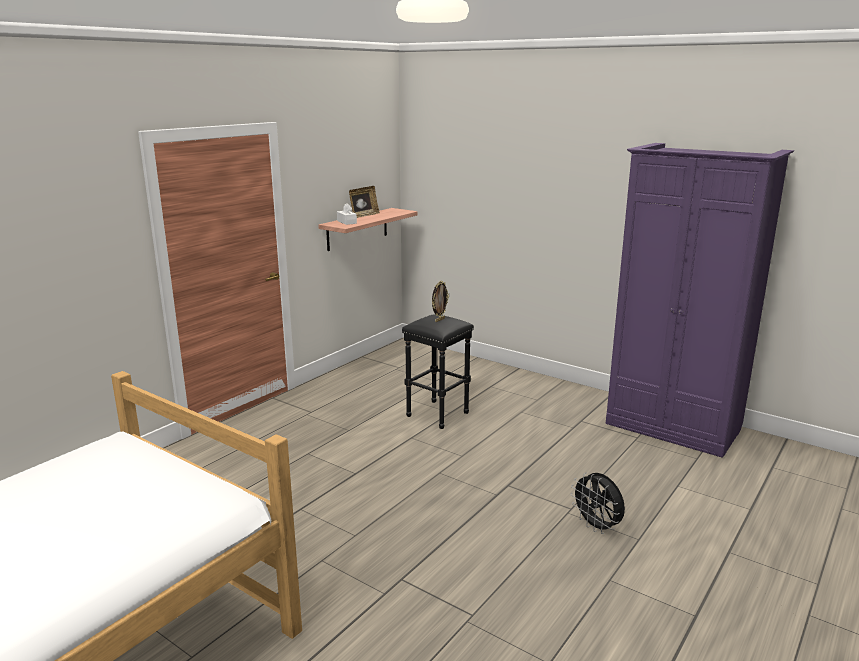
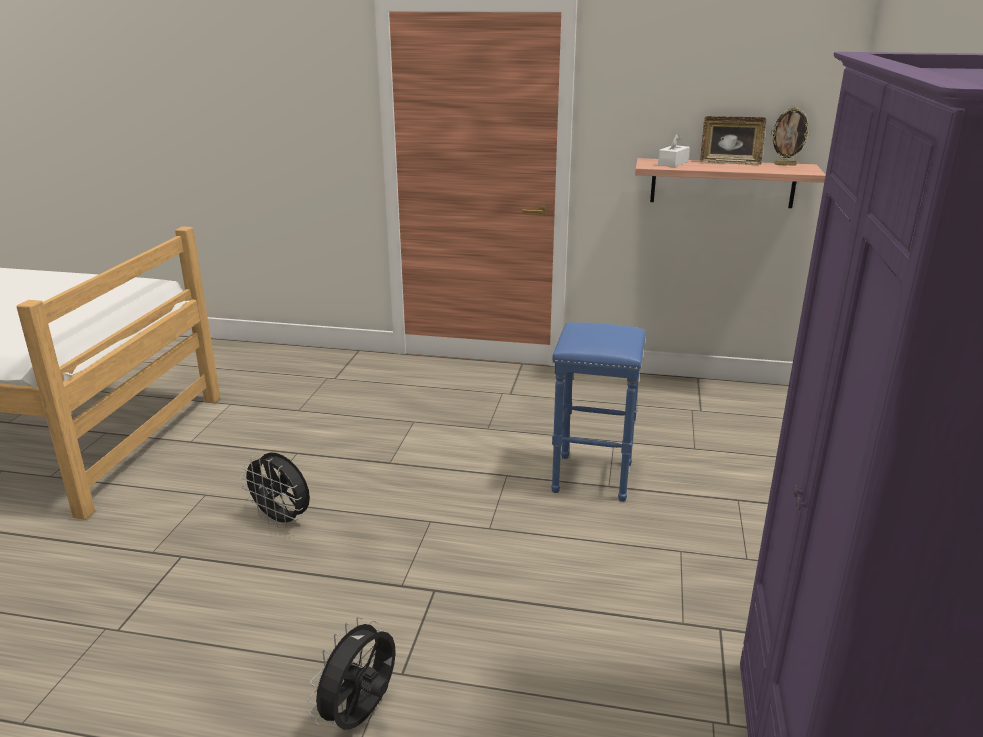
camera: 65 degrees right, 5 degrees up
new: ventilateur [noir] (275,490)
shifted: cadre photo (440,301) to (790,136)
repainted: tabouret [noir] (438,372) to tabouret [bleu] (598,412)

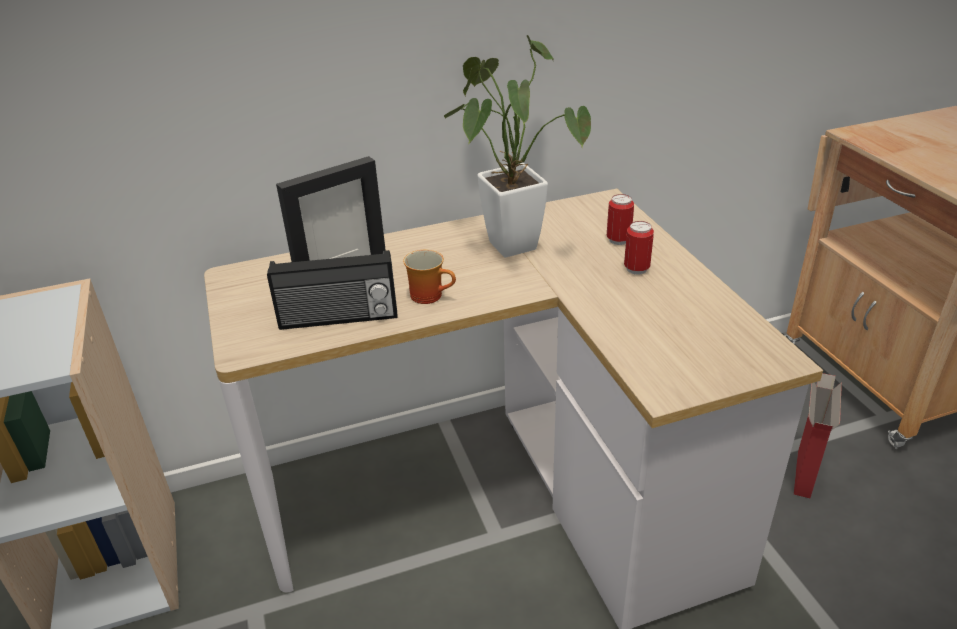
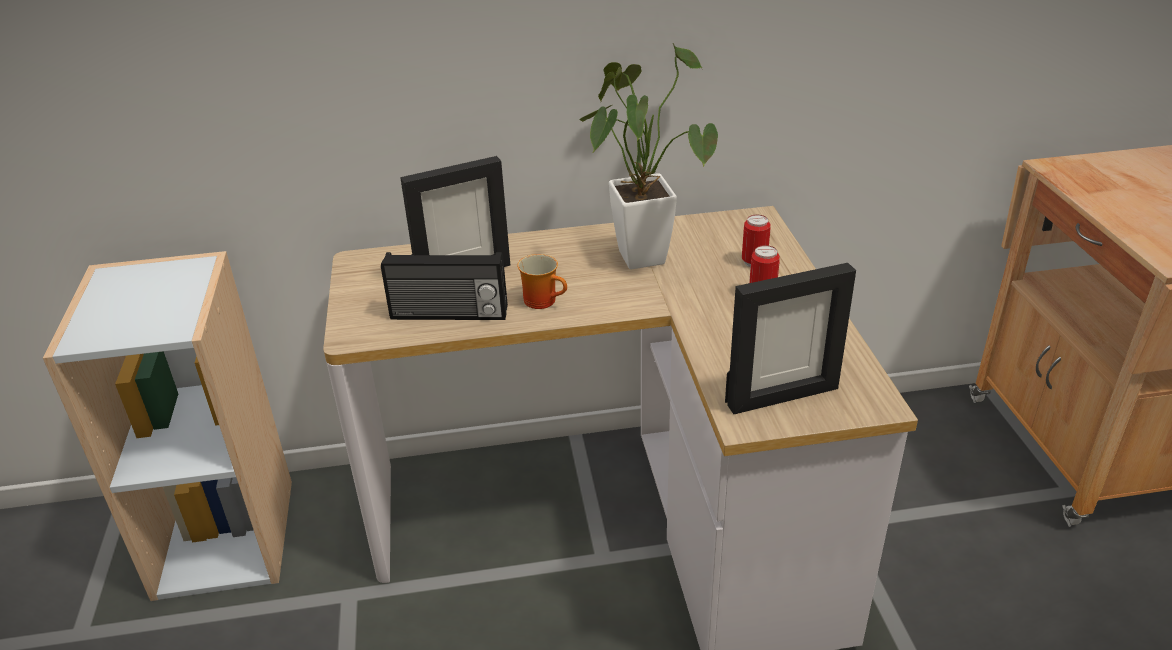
camera: 10 degrees right, 0 degrees up
gone: carton (818,435)
new: cadre photo (790,338)

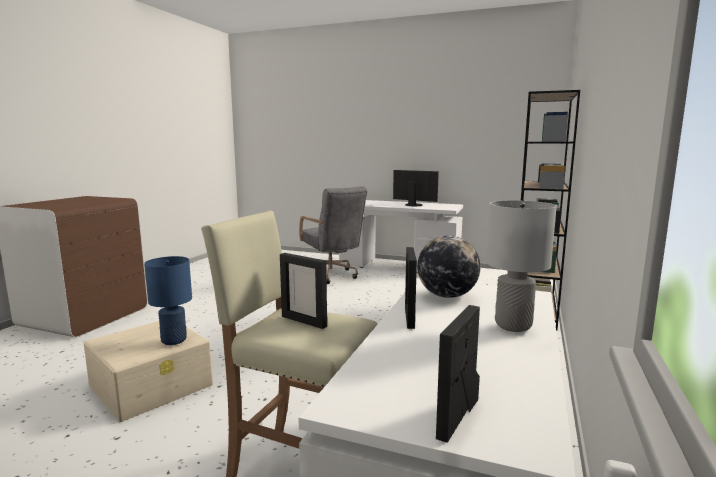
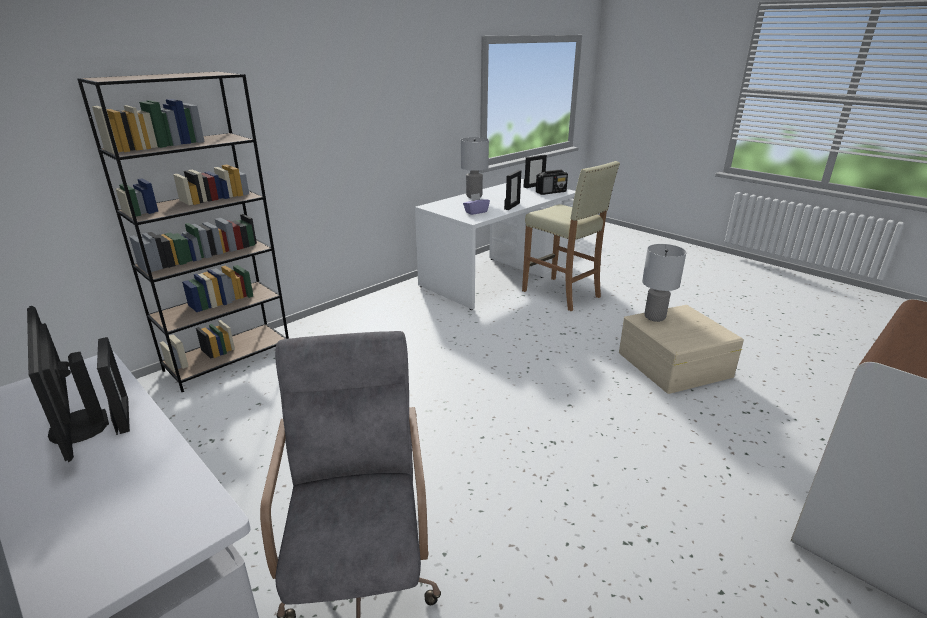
camera: 155 degrees left, 15 degrees up
new: radio (552,182)
shifted: cadre photo (303,291) to (113,386)
swapped: globe (449,266) to boîte à mouchoirs [violet] (476,204)
repainted: lampe de table [bleu] (168,300) to lampe de table [gris] (664,283)

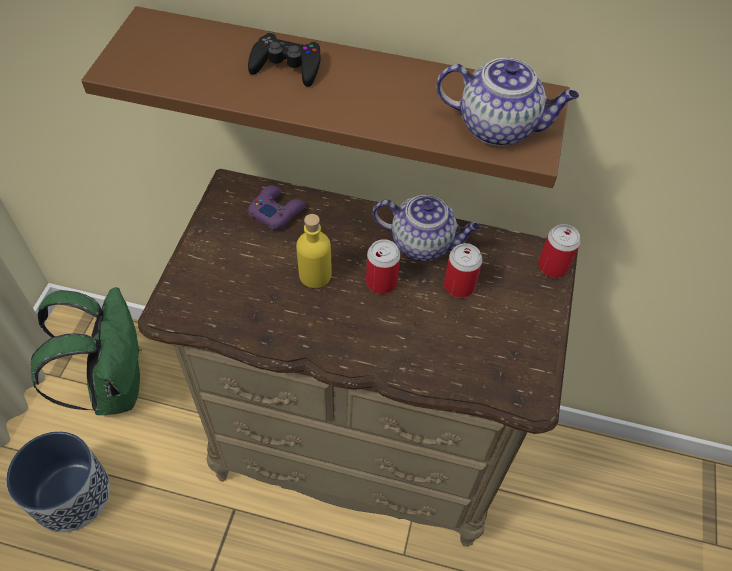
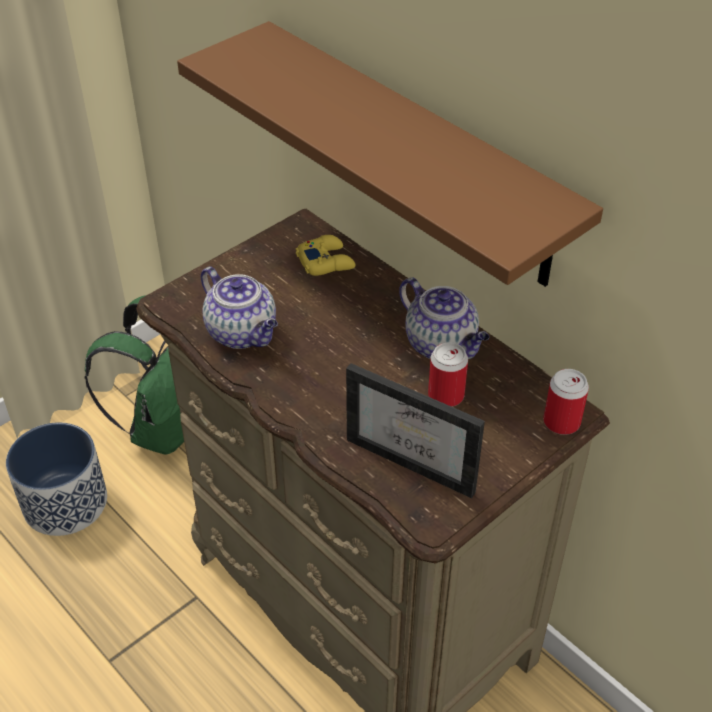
camera: 35 degrees right, 10 degrees down
gone: manette [noir] (284,59); bouteille [jaune] (314,251); boîte métallique (383,266)
new: cadre photo (415,430)
shifted: théière (507,102) to (239,308)
repainted: manette [violet] (276,207) to manette [jaune] (326,255)

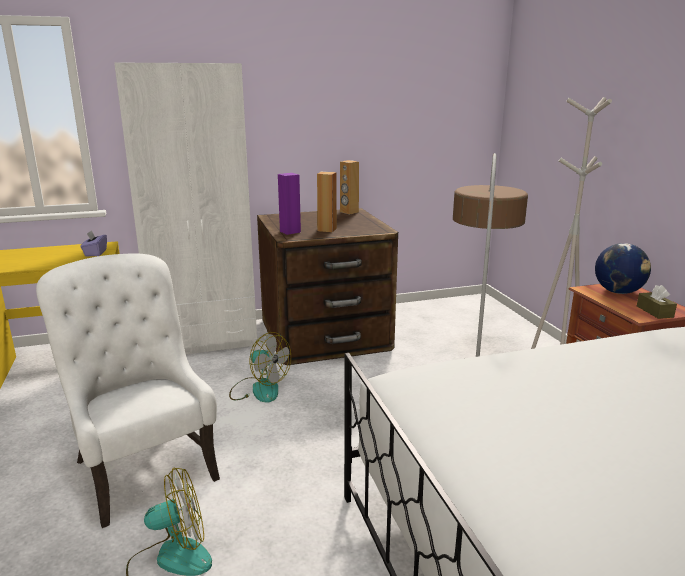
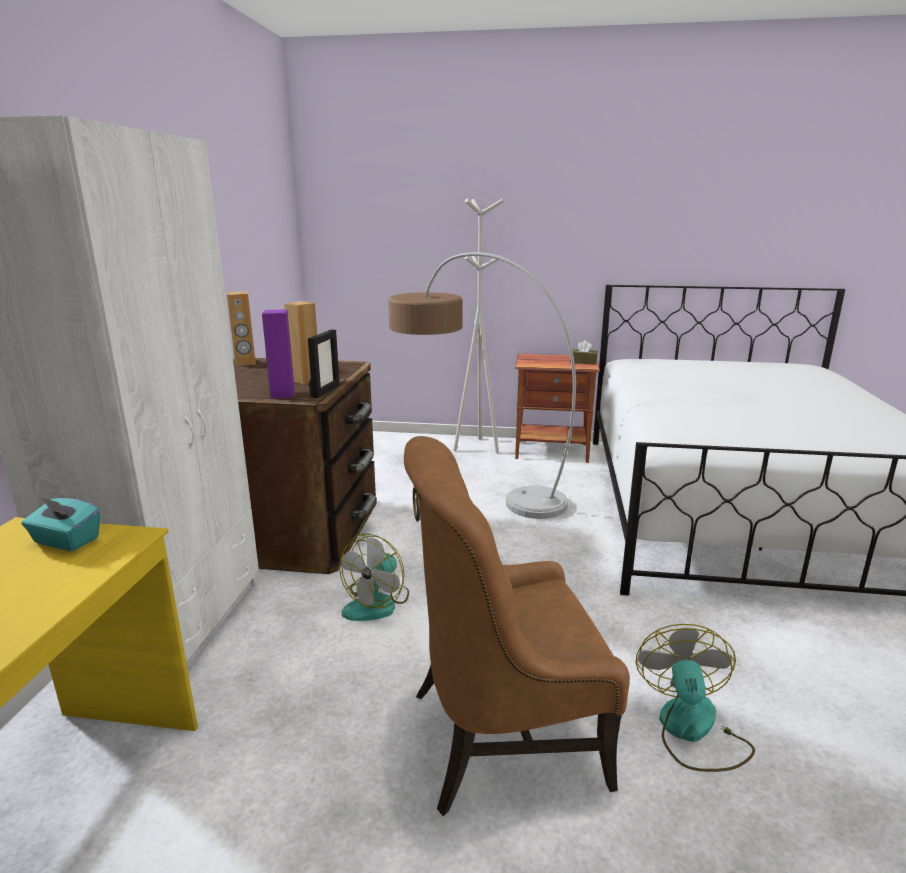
camera: 65 degrees left, 0 degrees up
gone: globe (623,268)
new: cadre photo (324,364)
repainted: chaise [blanc] (128,390) to chaise [marron] (517,626); boîte à mouchoirs [violet] (93,243) to boîte à mouchoirs [turquoise] (60,524)
rotated: ventilateur (260,367) = (374,577) 150 degrees clockwise

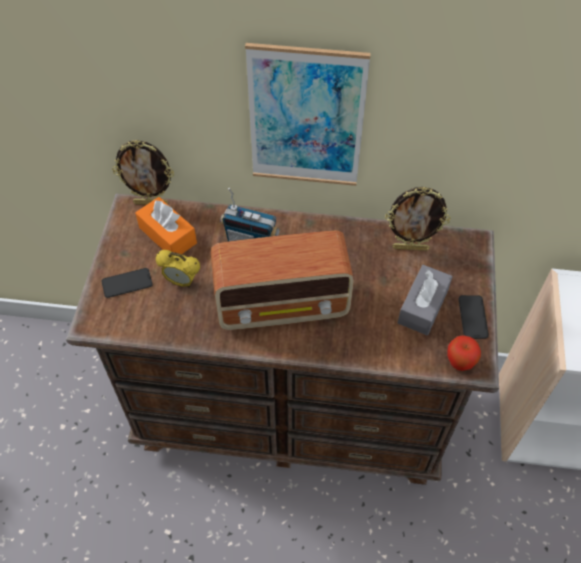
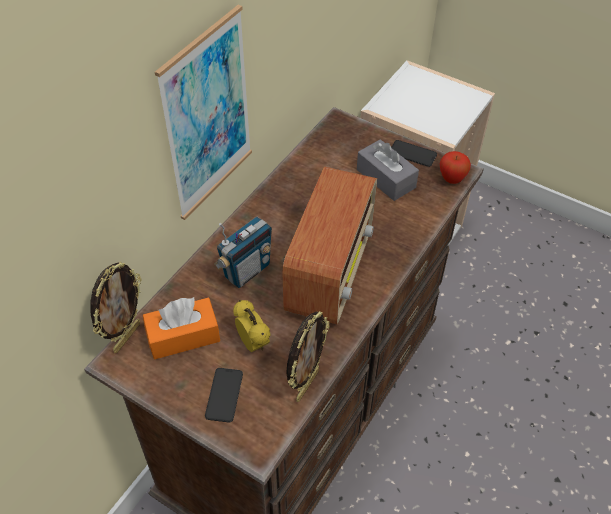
camera: 65 degrees left, 5 degrees down
shifted: cadre photo (418,219) to (308,356)
rotated: réveil (178,269) = (252,326) 75 degrees counterclockwise

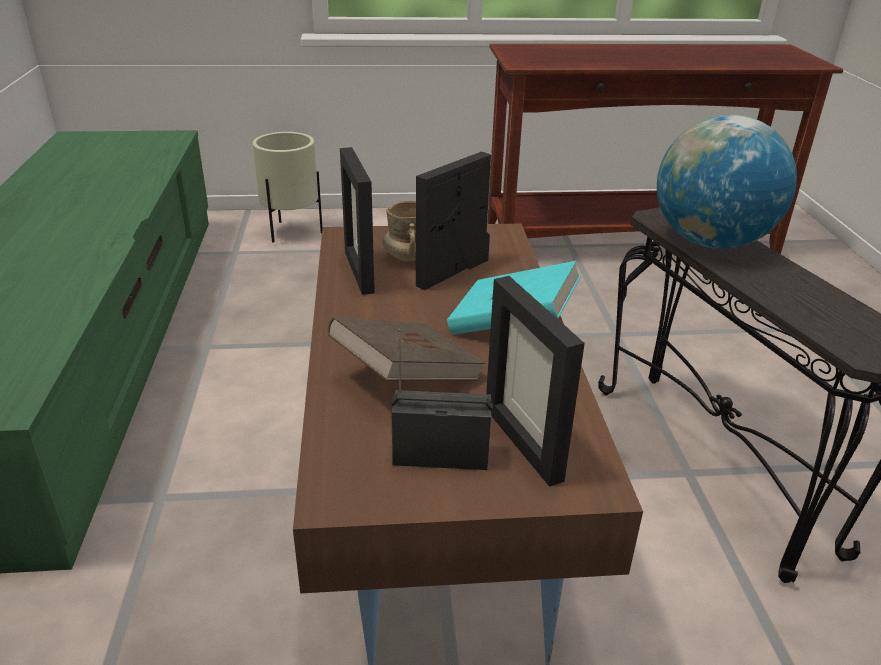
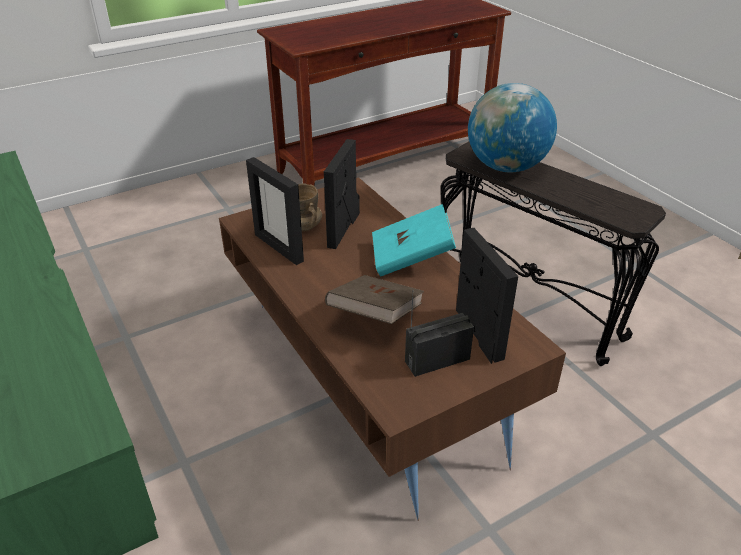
camera: 25 degrees left, 5 degrees up
gone: cache-pot [beige] (287,187)
rotated: cadre photo (535,381) = (487,296) 150 degrees counterclockwise

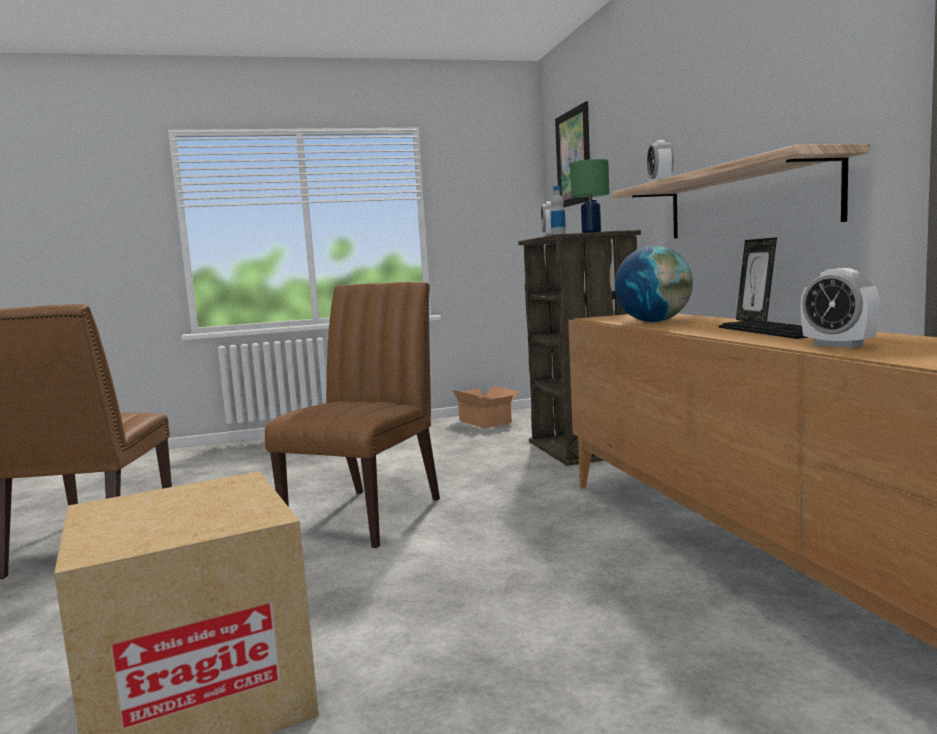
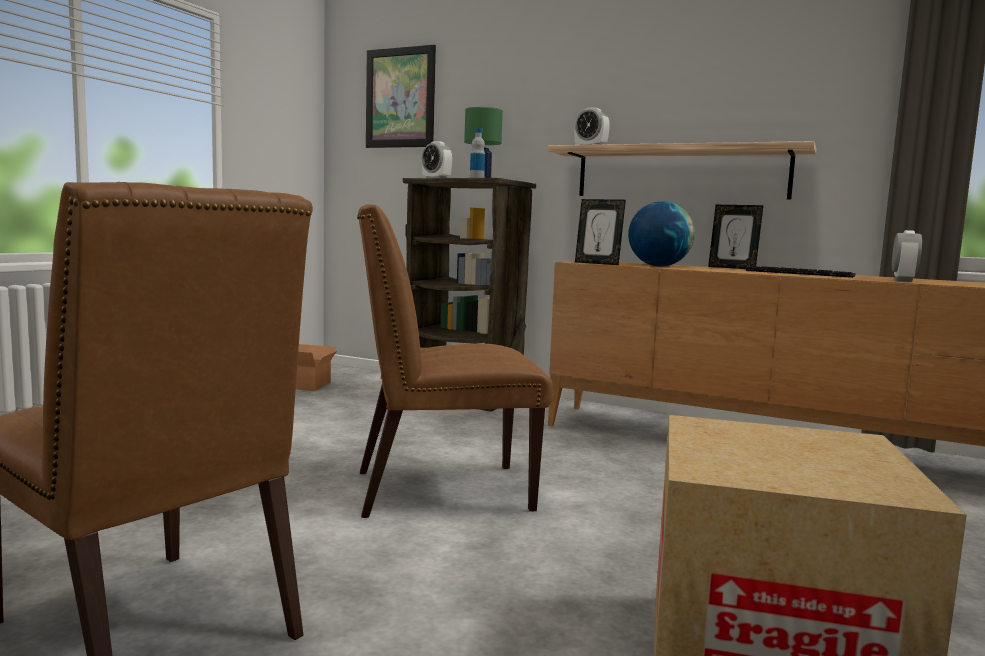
camera: 50 degrees left, 0 degrees up
new: cadre photo (600,232)
rotated: chaise [marron] (352,414) = (455,361) 75 degrees counterclockwise; réveil (840,308) = (907,256) 75 degrees counterclockwise

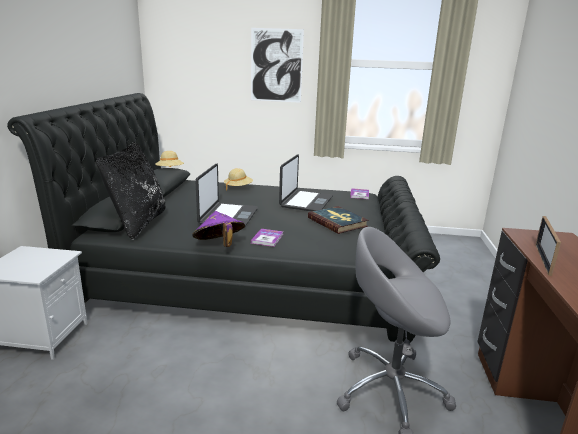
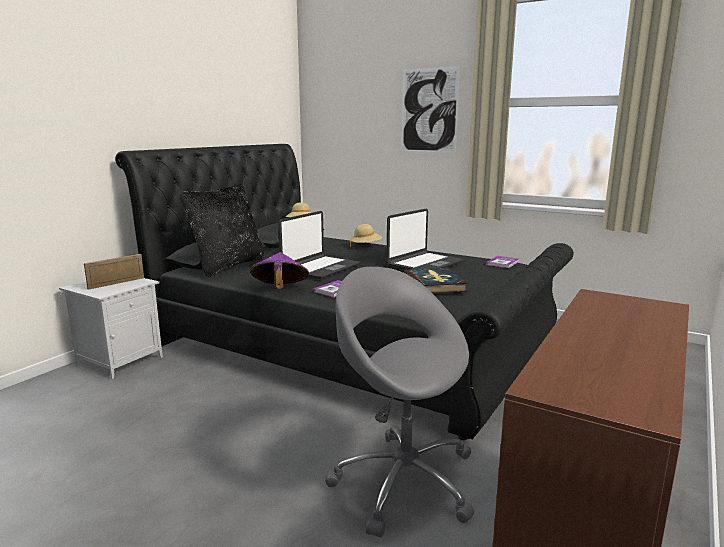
camera: 25 degrees right, 5 degrees down
shifted: cadre photo (548,246) to (114,272)

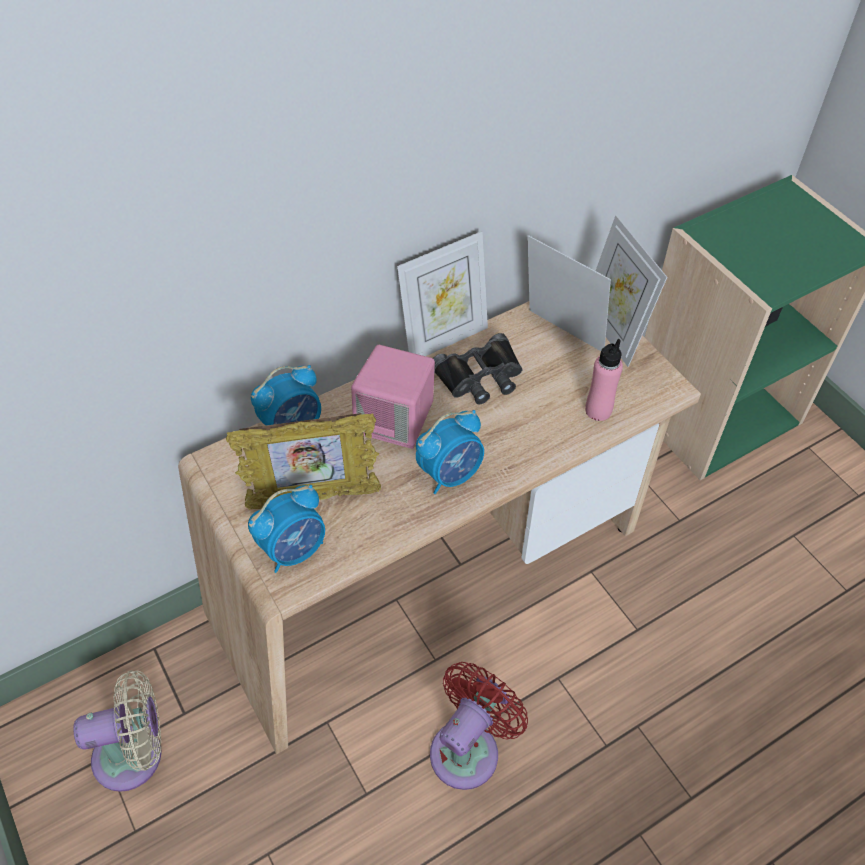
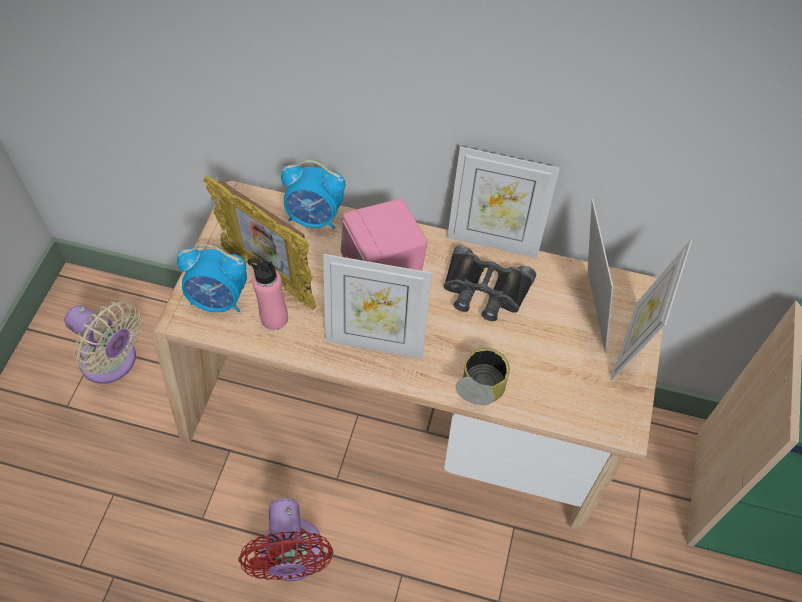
camera: 45 degrees right, 5 degrees up
new: boîte métallique (483,376)
shifted: bouteille [rose] (604,380) to (268,294)
swapped: réveil (450,452) to cadre photo (377,306)
rotated: ventilateur [rouge] (479,726) = (286,539) 90 degrees clockwise

